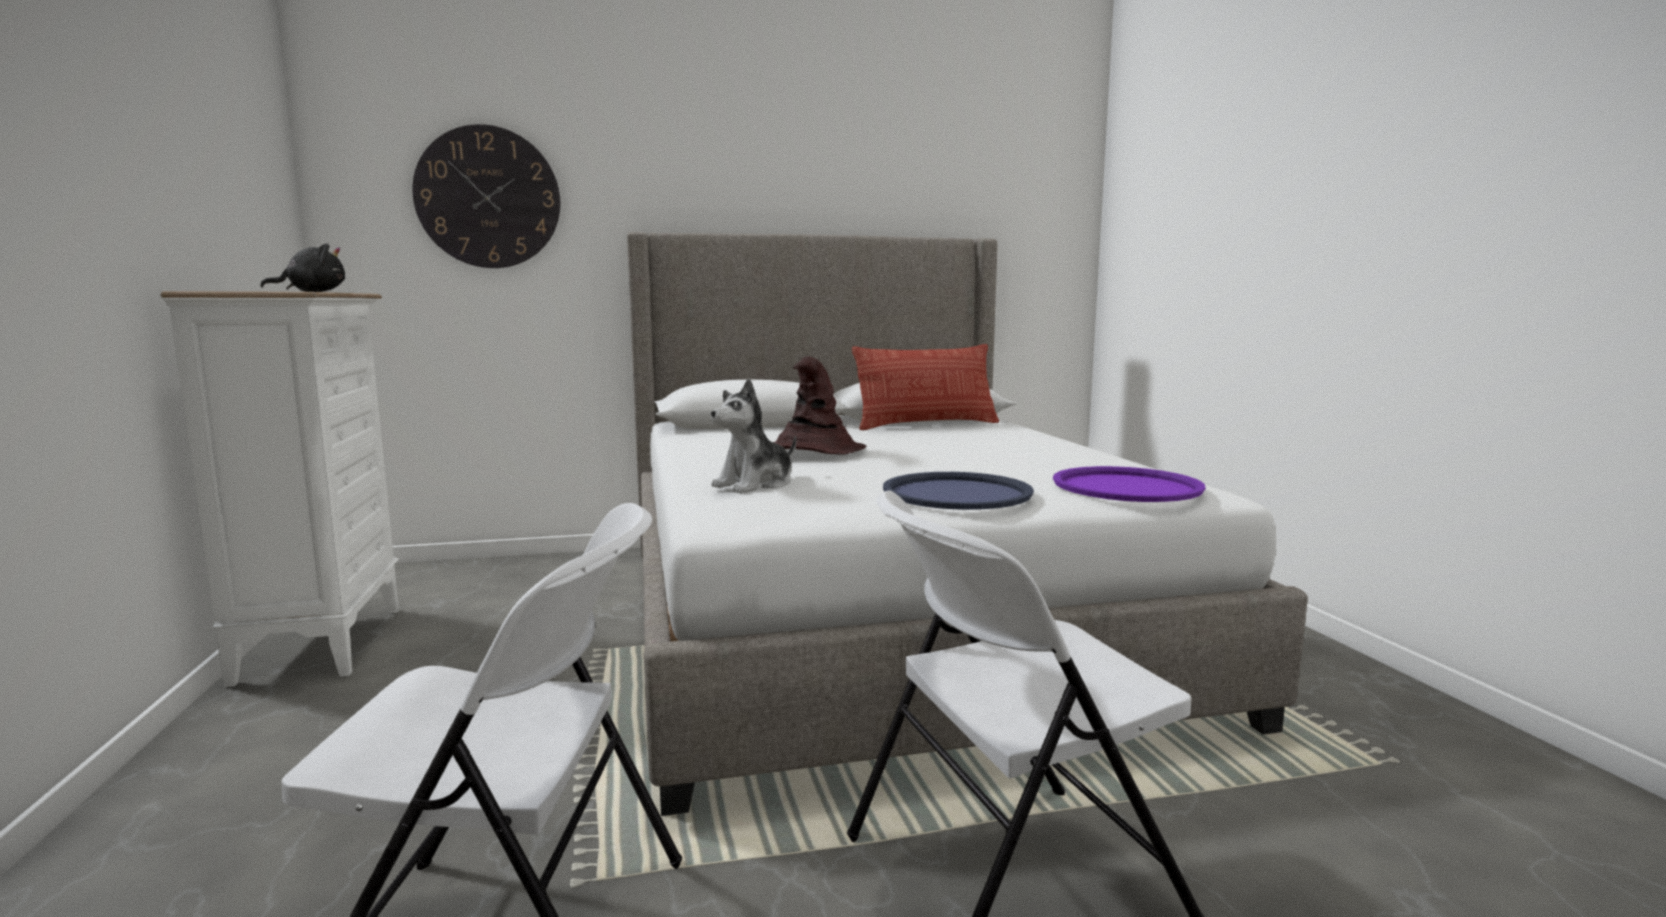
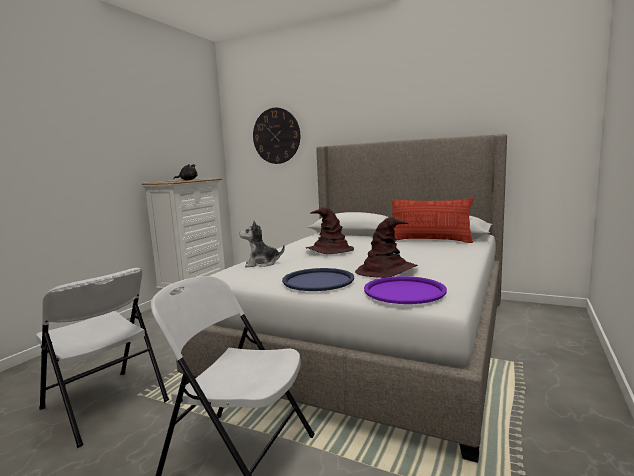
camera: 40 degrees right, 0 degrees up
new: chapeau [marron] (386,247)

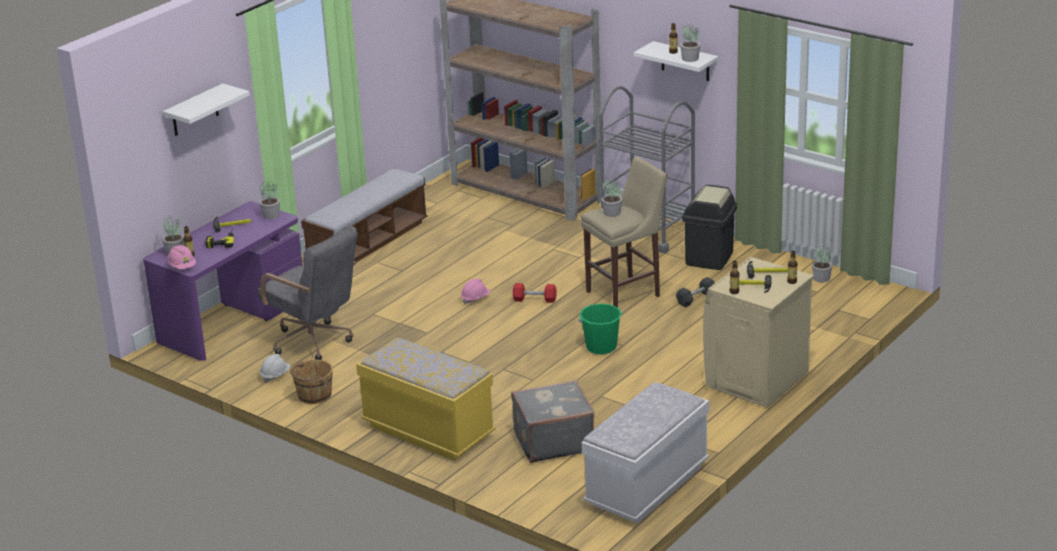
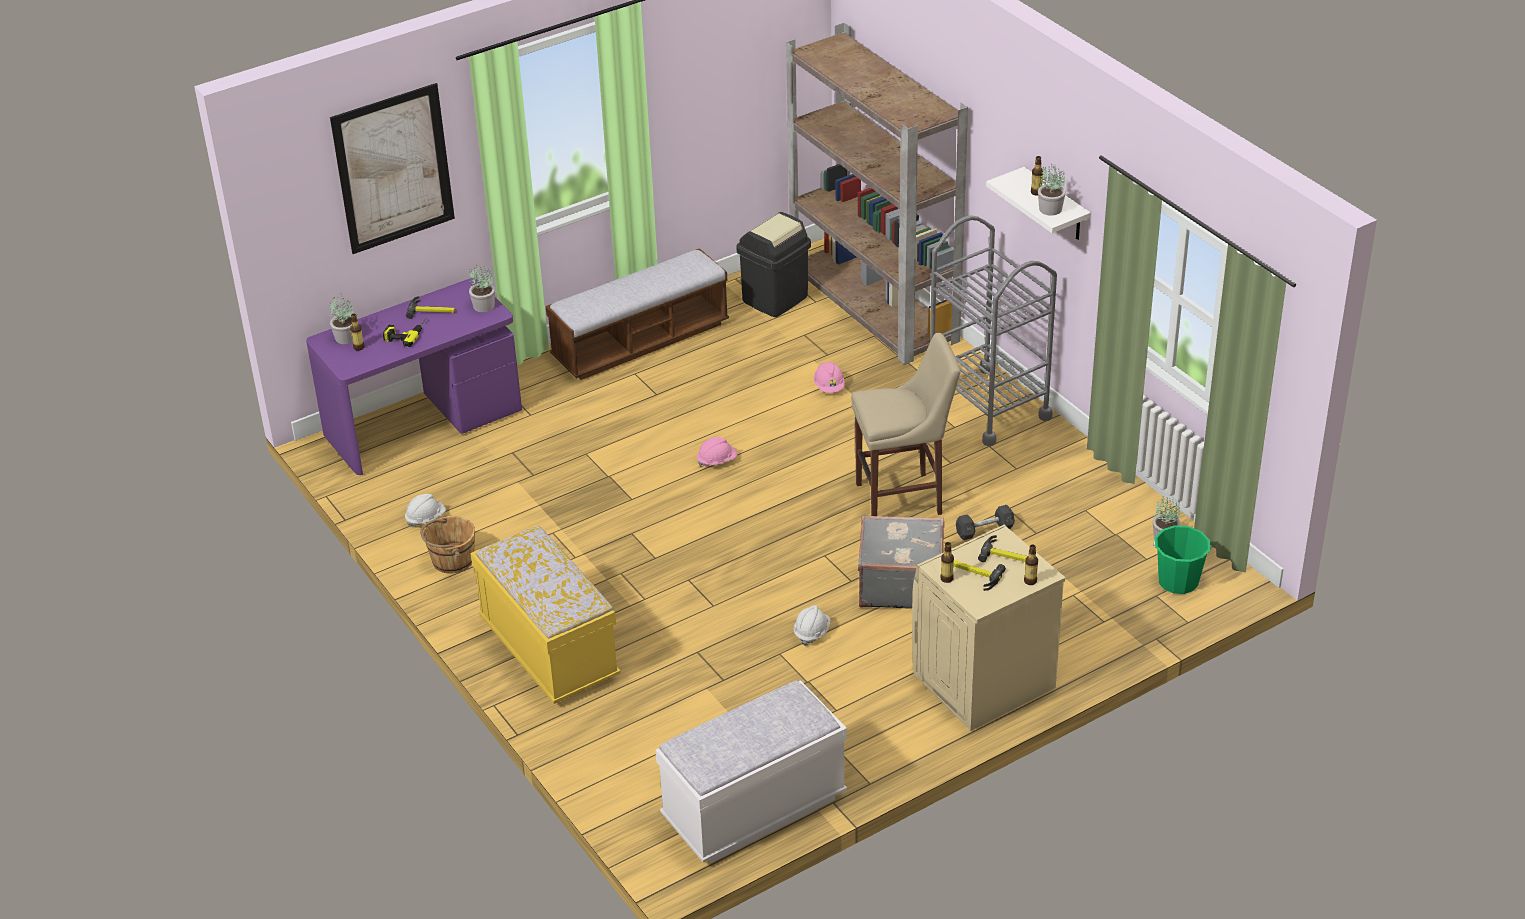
camera: 20 degrees right, 10 degrees up
gone: chaise de bureau [gris] (307,293); haltère [rouge] (535,293); plante en pot (612,197)
new: casque de chantier [blanc] (812,625)
shifted: casque de chantier [rose] (181,257) to (829,377); valise [gris] (553,421) to (901,562); seau [vert] (600,329) to (1182,560); poubelle [noir] (709,227) to (773,264)
swapped: étagère [blanc] (206,109) to tableau (392,168)

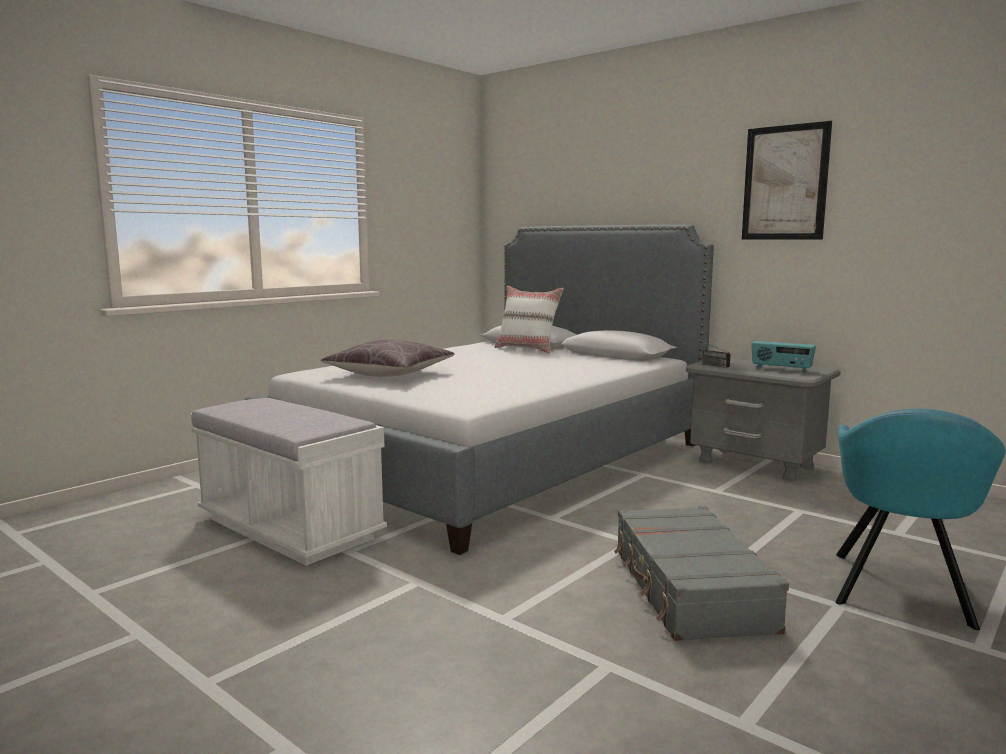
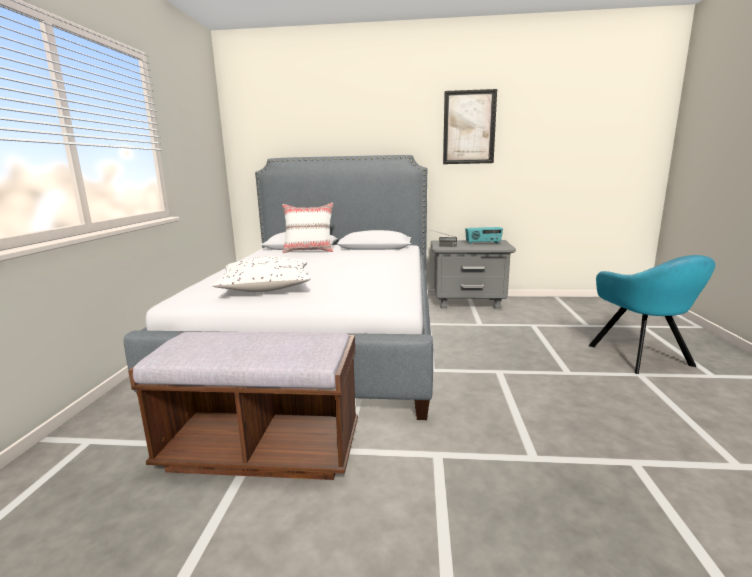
camera: 35 degrees left, 5 degrees up
gone: valise [gris] (701,573)
repainted: banc [blanc] (288,482) to banc [marron] (243,406); coussin [marron] (387,358) to coussin [blanc] (261,274)

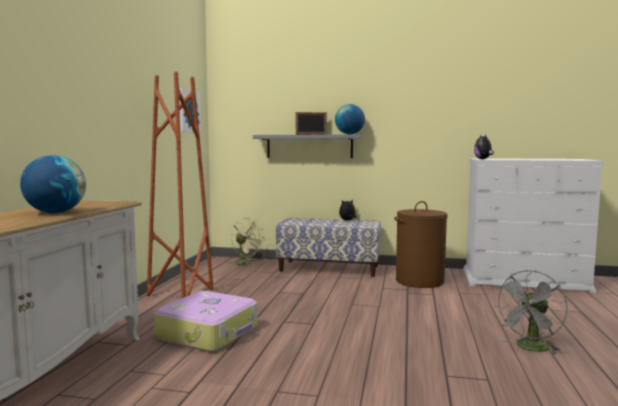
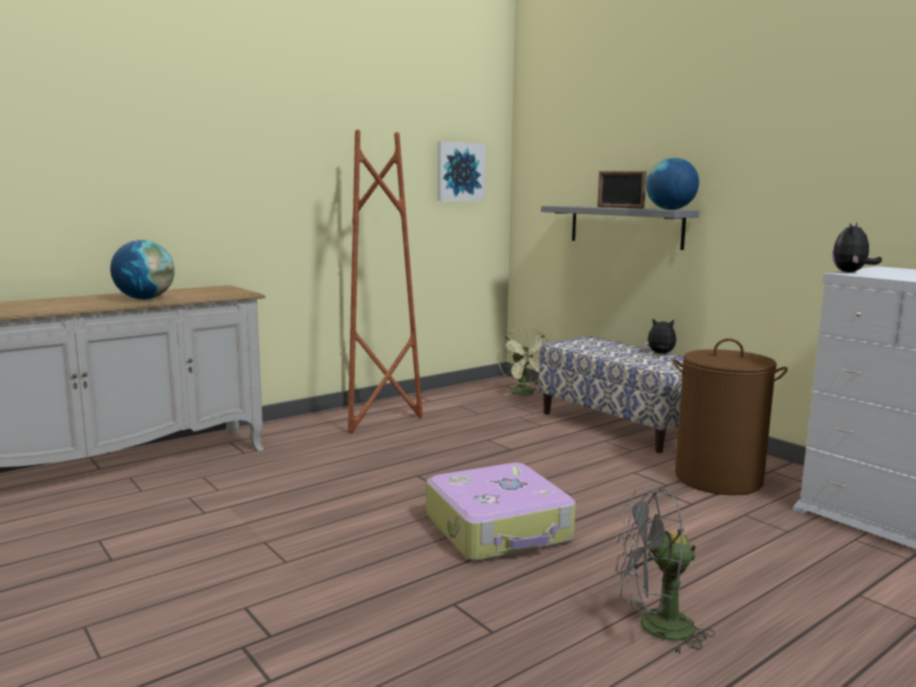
camera: 40 degrees right, 5 degrees up
shifted: valise (205,321) to (501,512)

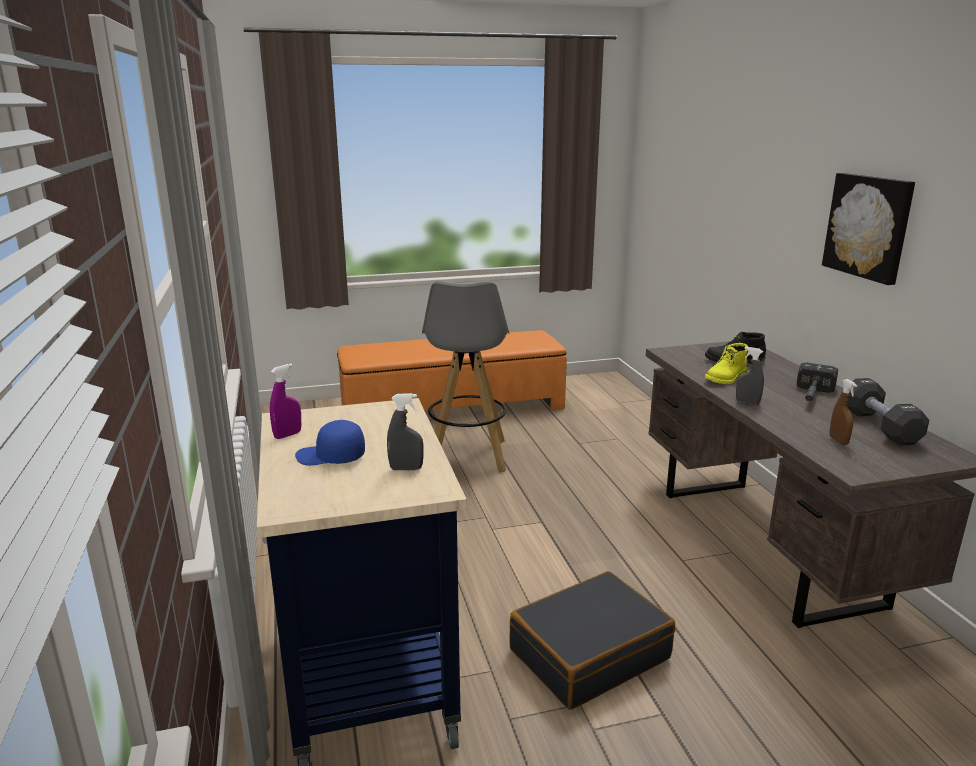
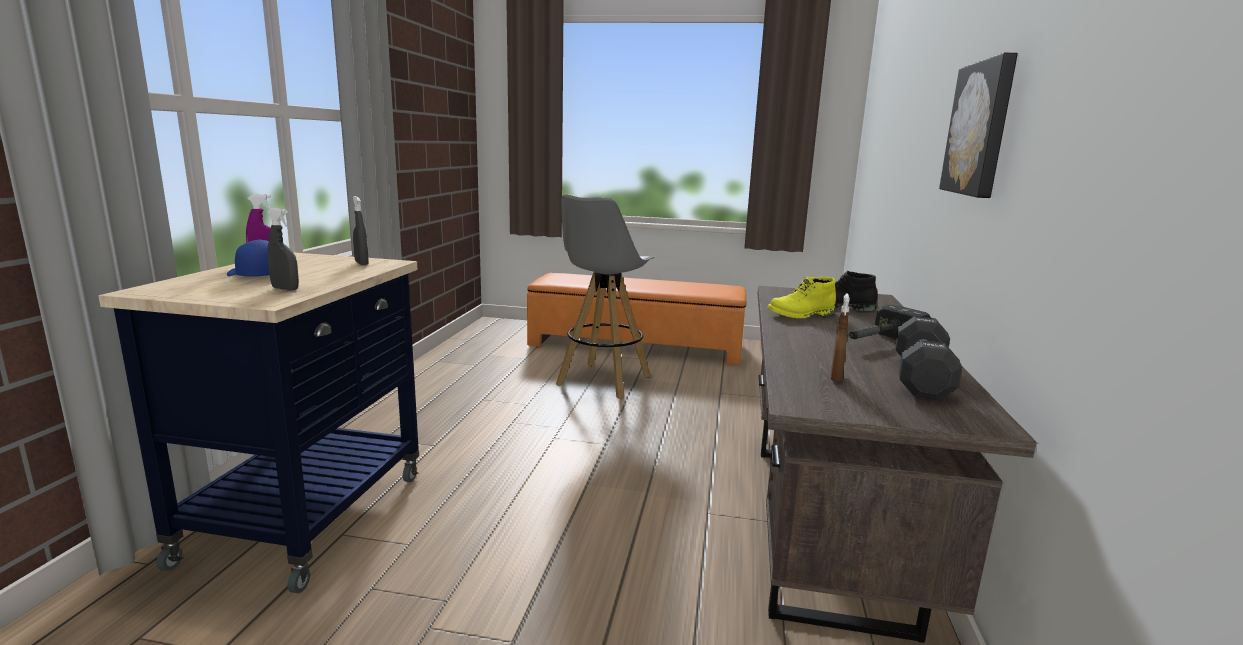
camera: 25 degrees right, 5 degrees down
gone: valise [noir] (592,640)
shifted: vaporisateur [gris] (750,376) to (361,230)

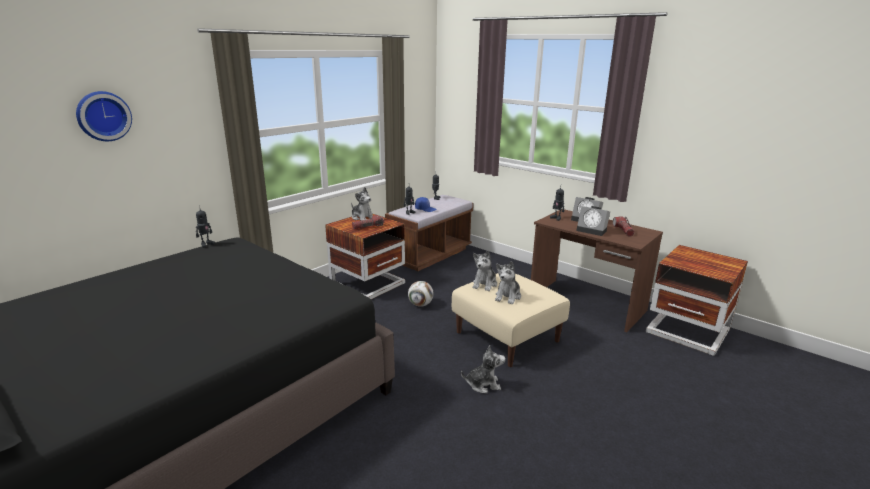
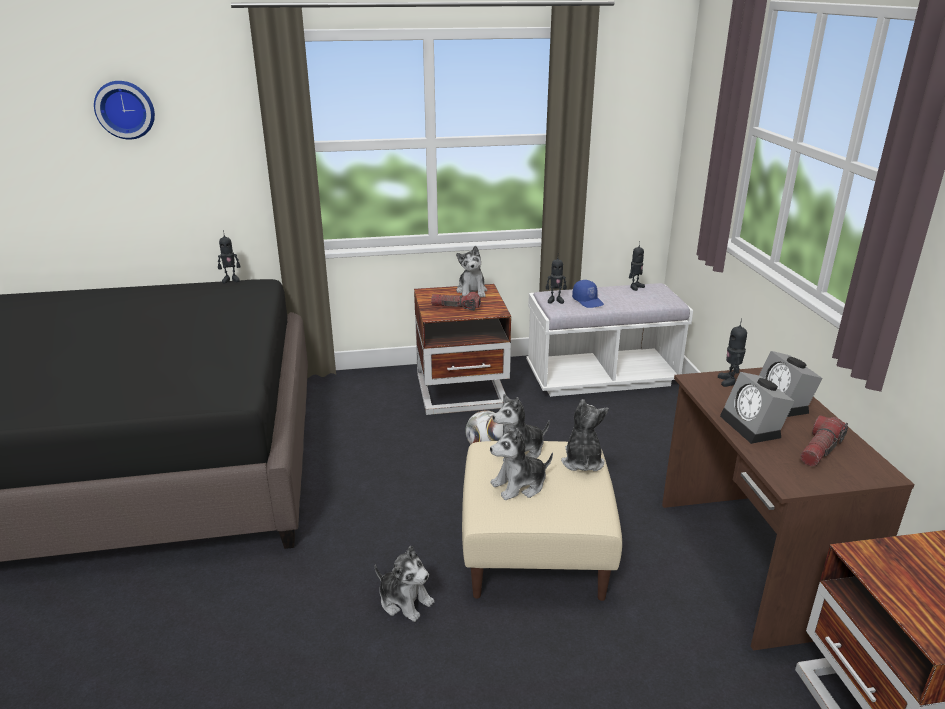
camera: 40 degrees right, 5 degrees up
new: peluche (585,435)
repainted: banc [marron] (429,233) to banc [blanc] (609,340)

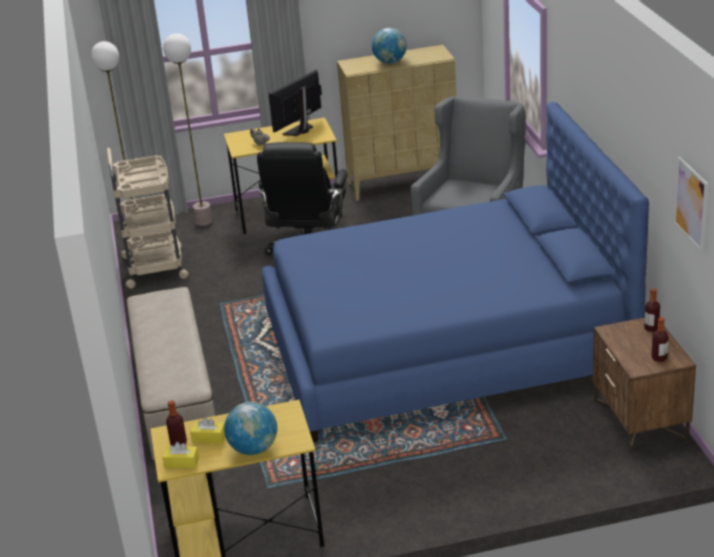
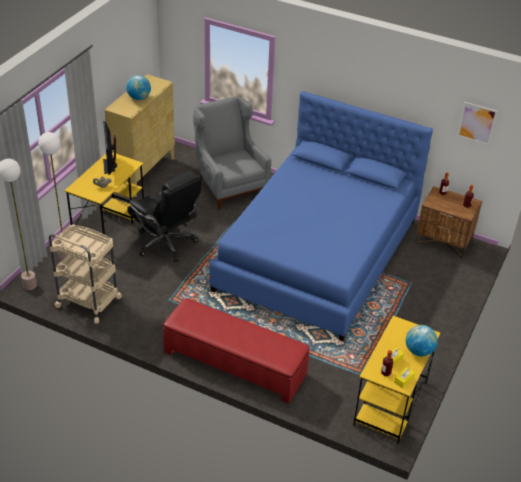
camera: 55 degrees left, 10 degrees up
repainted: banc [beige] (171,373) to banc [rouge] (236,351)

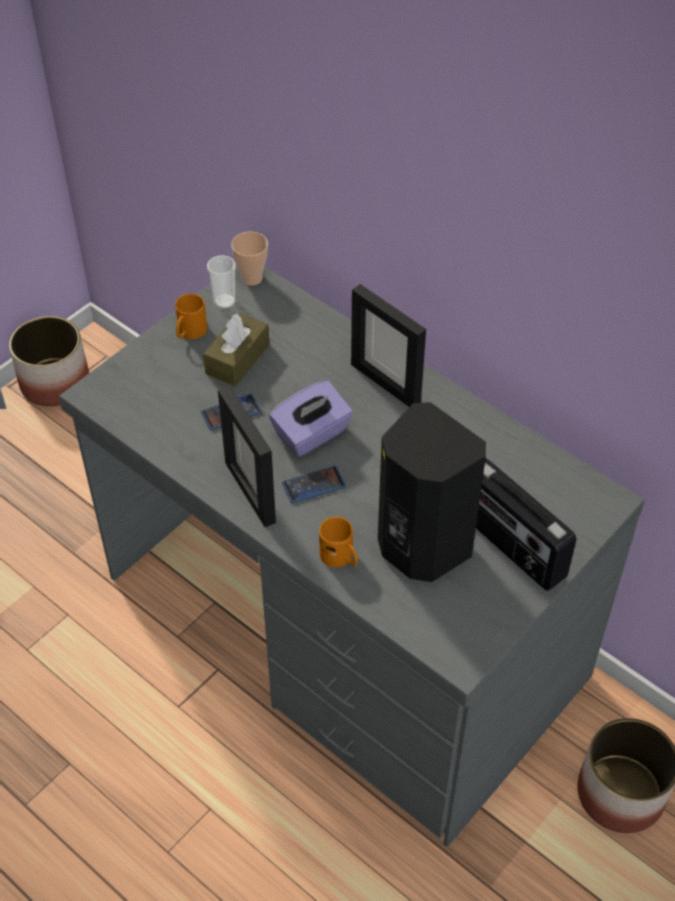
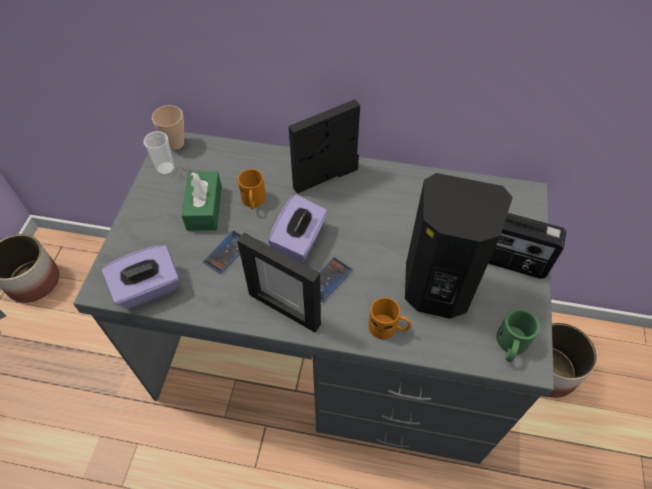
camera: 30 degrees left, 5 degrees up
new: boîte à mouchoirs [violet] (140,277); mug [vert] (518,335)
shifted: mug [orange] (191,316) to (252,189)
repainted: boîte à mouchoirs [marron] (236,349) to boîte à mouchoirs [vert] (202,201)
rotated: cadre photo (388,345) = (324,146) 135 degrees clockwise

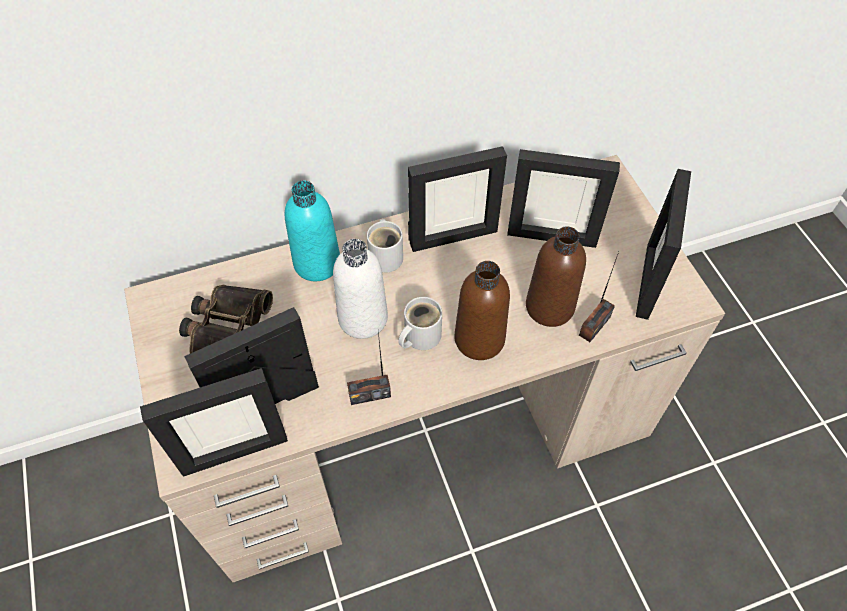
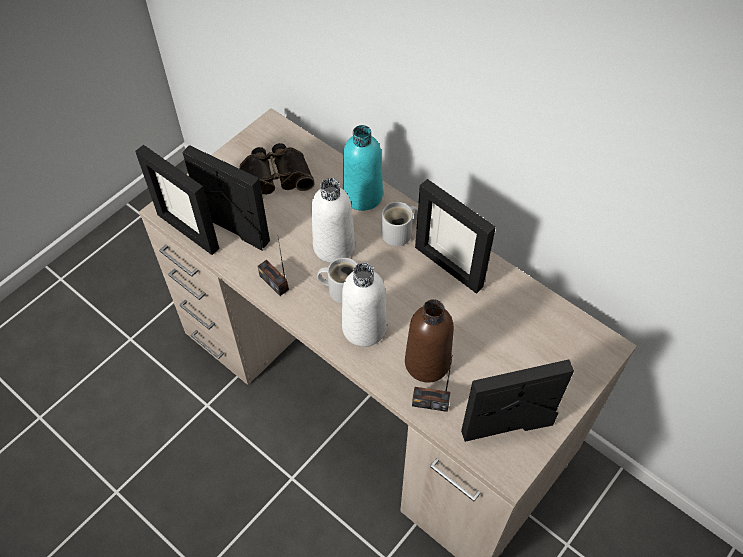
camera: 60 degrees right, 0 degrees up
gone: cadre photo (563,198)
repainted: bouteille [marron] (482,310) to bouteille [blanc] (364,305)

